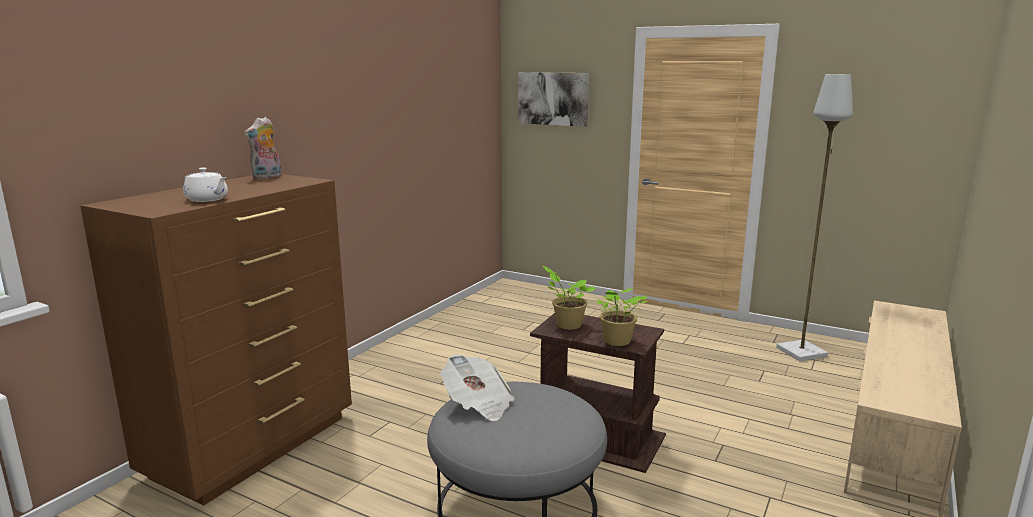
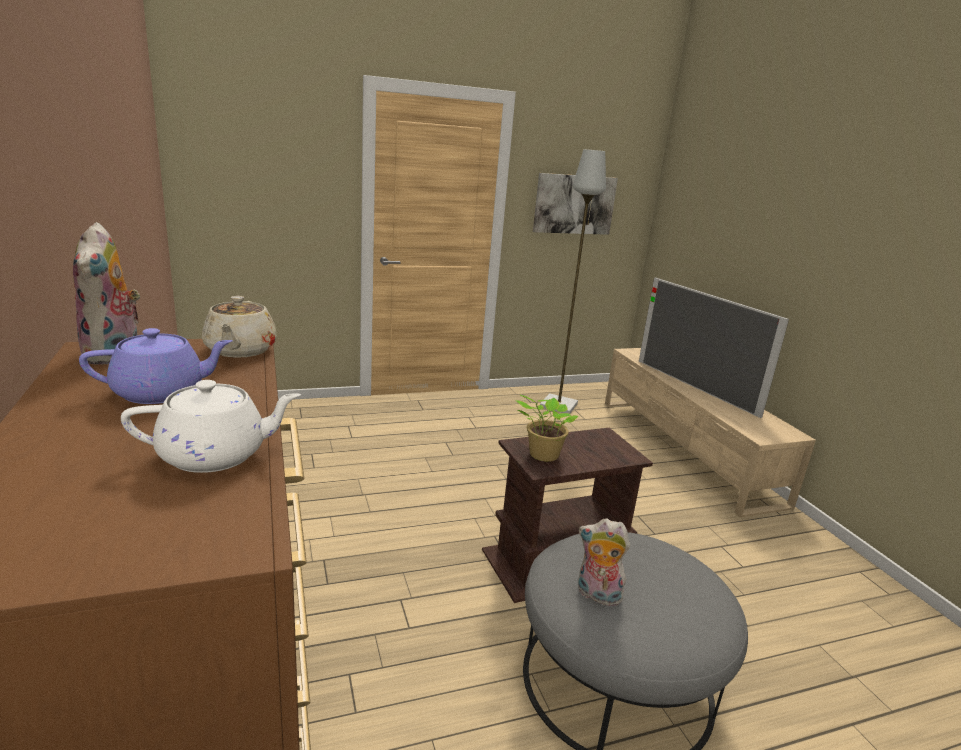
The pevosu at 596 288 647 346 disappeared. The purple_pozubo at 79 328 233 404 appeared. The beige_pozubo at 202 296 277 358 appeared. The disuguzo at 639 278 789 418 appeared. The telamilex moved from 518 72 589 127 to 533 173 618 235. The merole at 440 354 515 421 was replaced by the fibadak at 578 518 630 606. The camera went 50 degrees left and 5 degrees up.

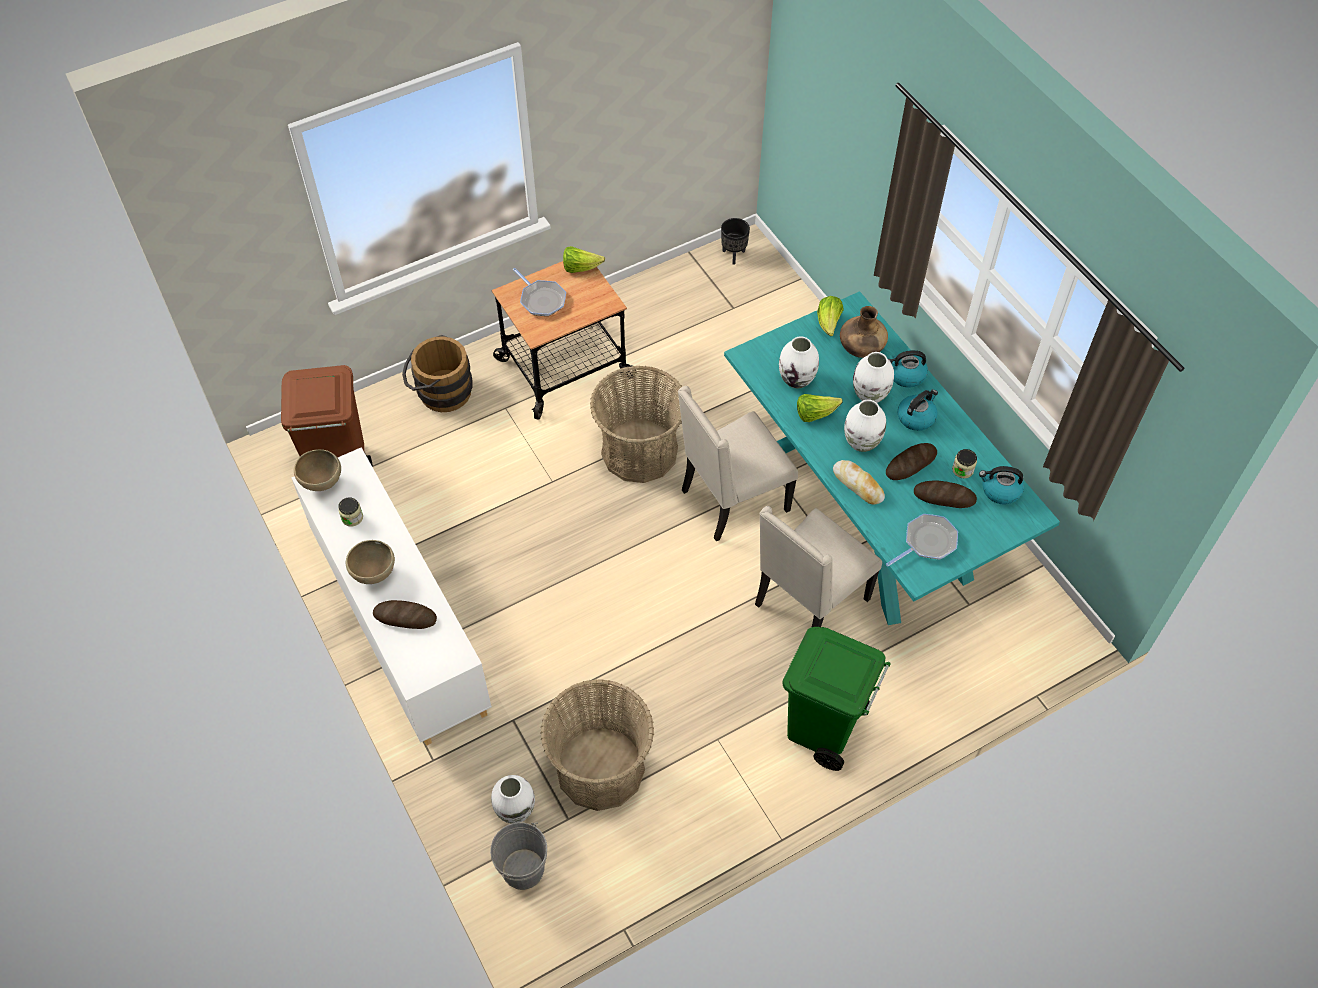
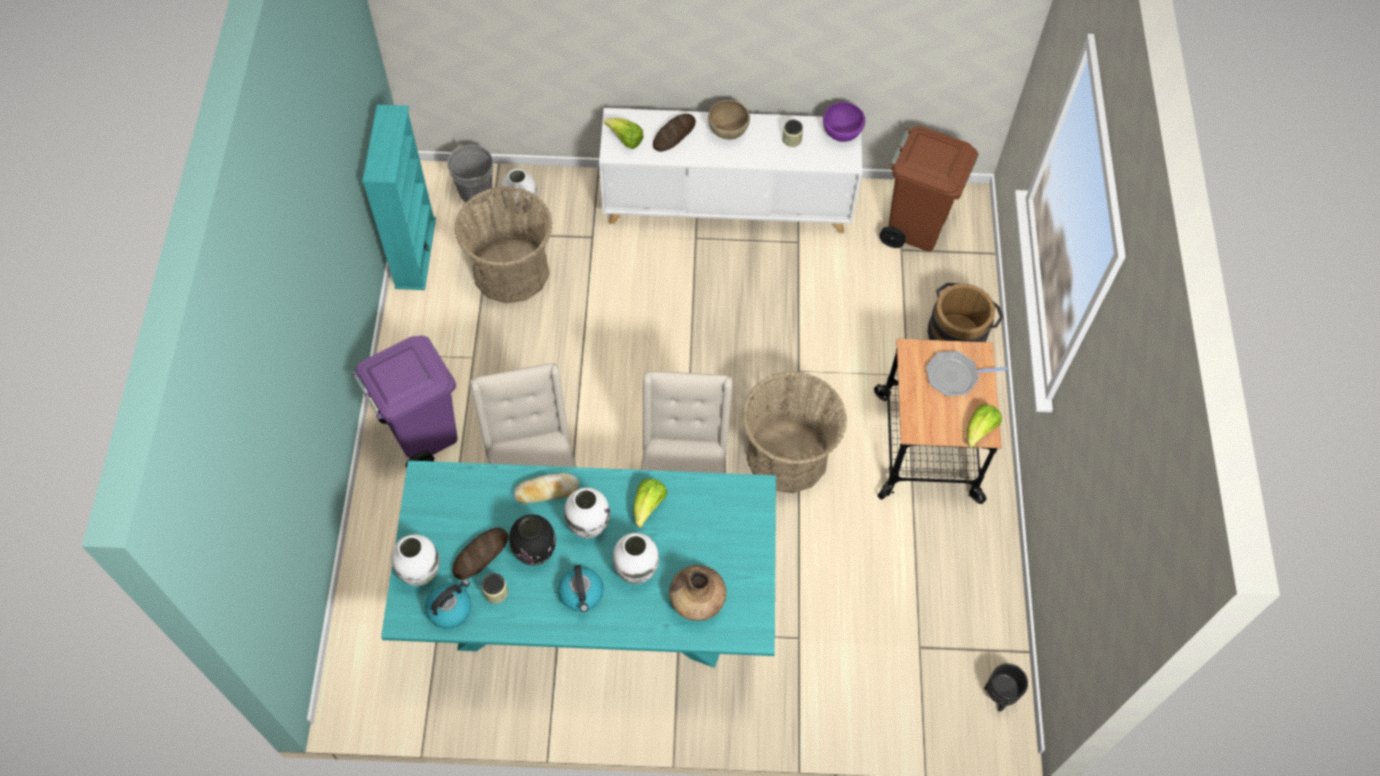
The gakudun at 886 514 958 566 disappeared. The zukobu at 888 350 928 388 disappeared. The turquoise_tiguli at 362 105 436 290 appeared. The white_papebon moved from 779 336 819 388 to 391 534 440 586. The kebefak moved from 817 296 844 336 to 604 118 643 149. The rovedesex at 886 443 937 480 was replaced by the black_papebon at 509 514 556 566. The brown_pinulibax at 294 449 341 491 became the purple_pinulibax at 823 102 865 142. The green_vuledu at 783 627 891 771 became the purple_vuledu at 352 335 458 468. The camera went 120 degrees right and 5 degrees up.

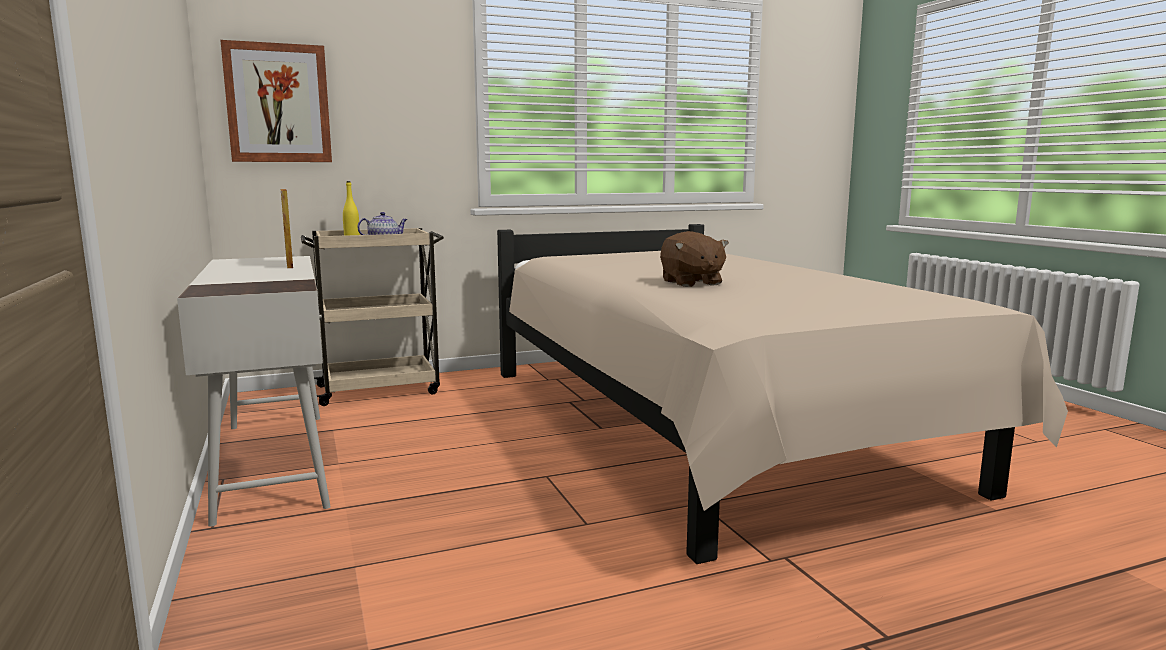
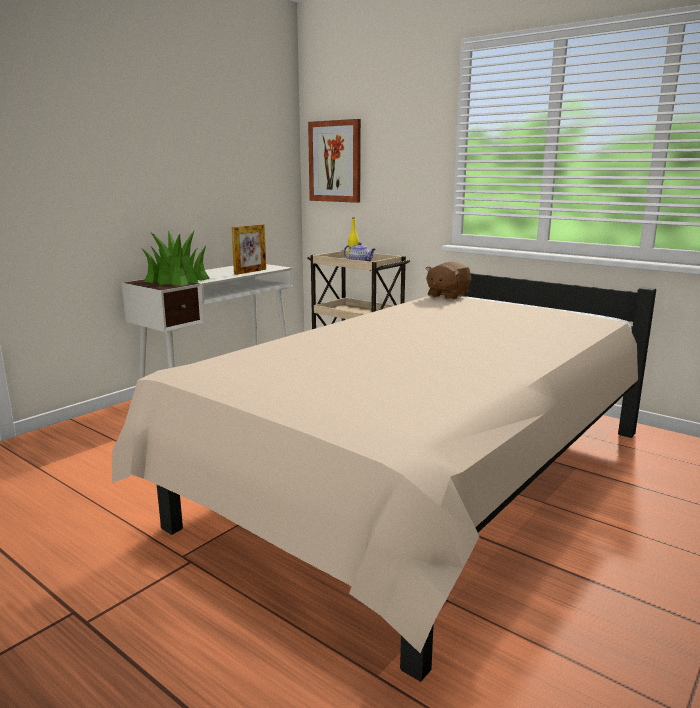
The pevosu at 142 230 210 286 appeared. The brown_fibadak moved from 660 231 729 287 to 425 261 471 300. The camera went 60 degrees right and 5 degrees up.

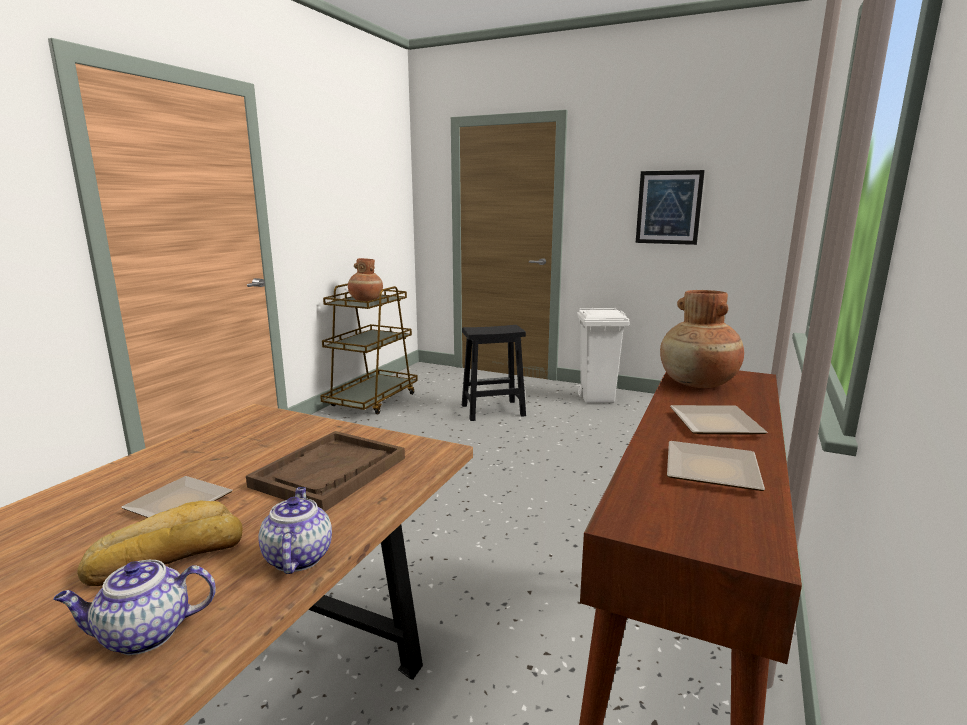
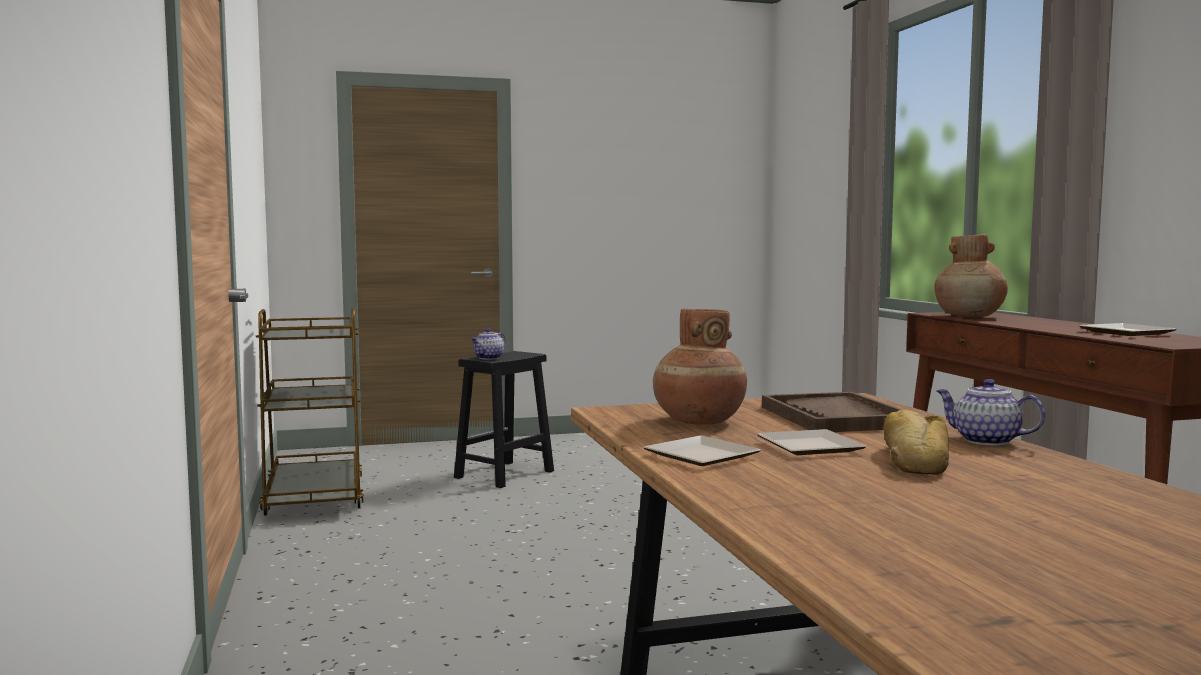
The white_vuledu at 577 308 630 403 disappeared. The telamilex at 636 170 705 245 disappeared. The pozubo moved from 53 560 216 655 to 471 328 505 359. The brown_papebon moved from 348 258 383 301 to 653 308 747 425. The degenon moved from 670 405 767 435 to 643 435 761 466. The camera went 40 degrees left and 10 degrees down.

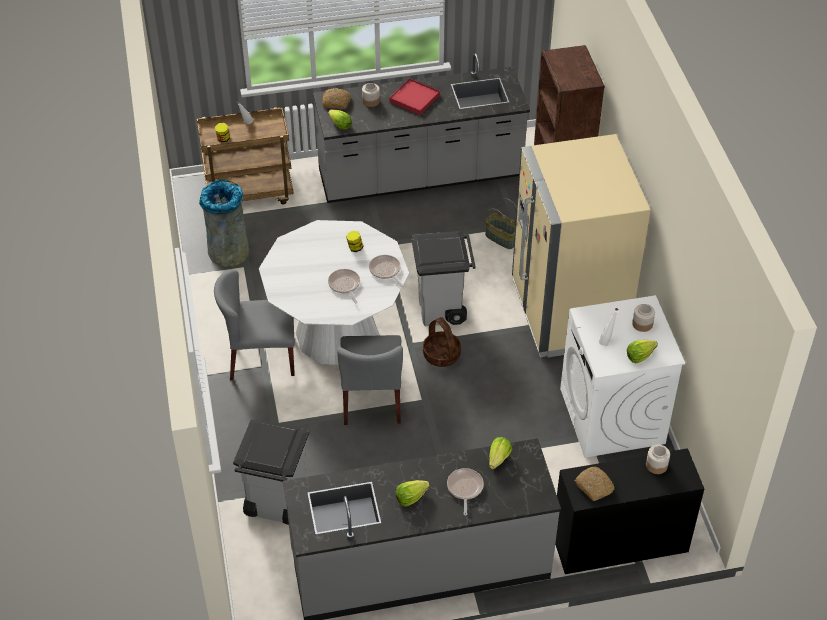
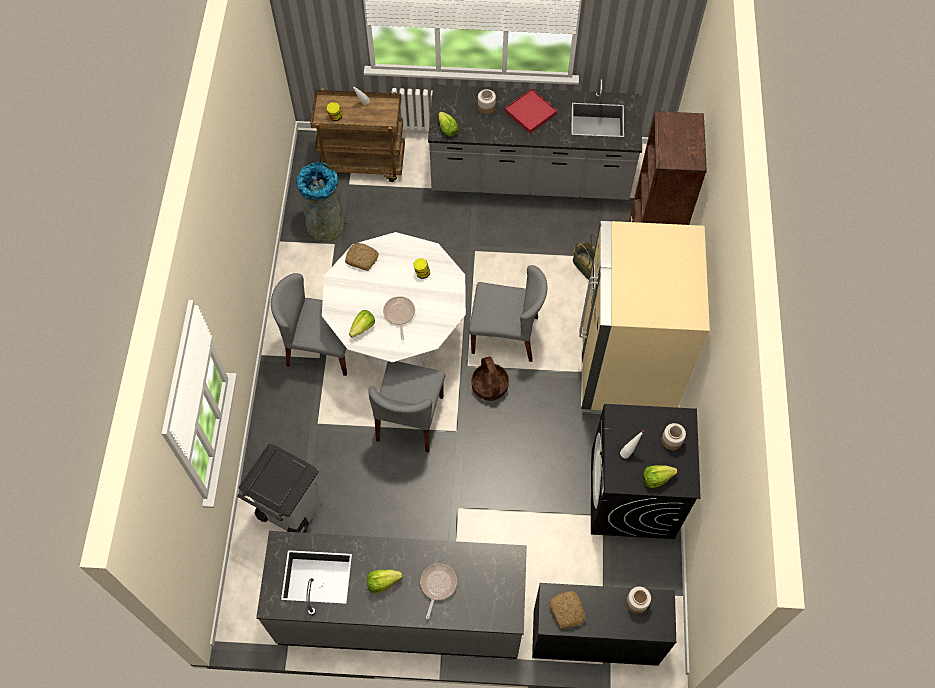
The gakudun at 369 255 403 287 disappeared. The rovedesex moved from 322 88 351 109 to 345 243 379 271. The kebefak moved from 489 437 512 470 to 349 310 375 338. The grey_vuledu at 412 231 476 326 was replaced by the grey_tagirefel at 469 265 547 362. The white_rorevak at 560 295 685 458 became the black_rorevak at 591 404 701 539. The camera went 15 degrees right and 15 degrees up.

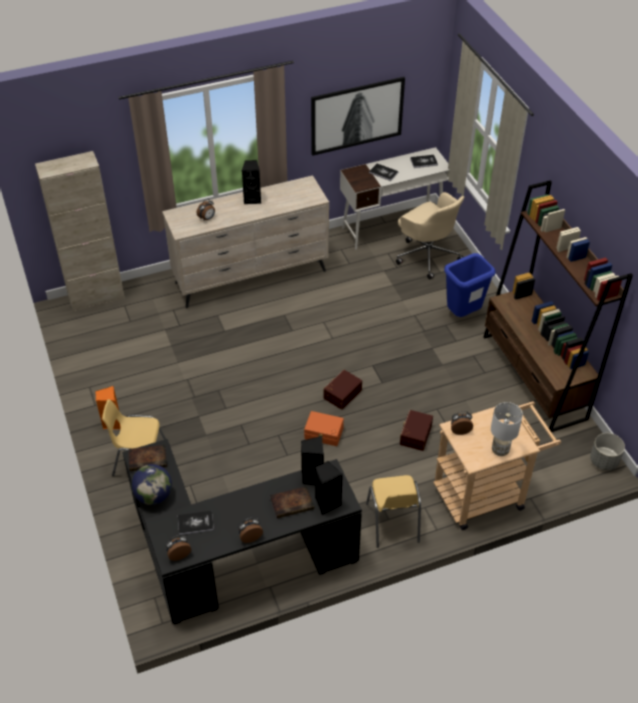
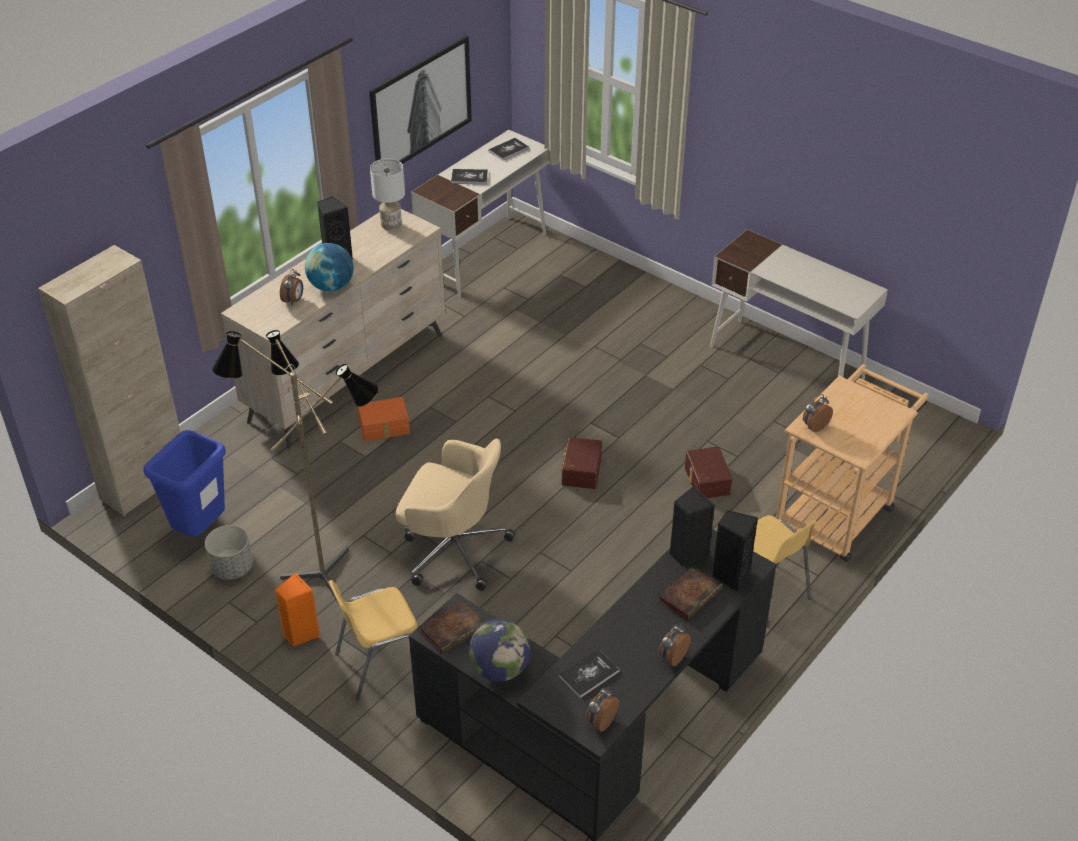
The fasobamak at 212 330 378 602 appeared. The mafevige at 305 243 354 292 appeared. The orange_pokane moved from 304 411 344 446 to 358 397 410 441. The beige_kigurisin moved from 396 192 464 279 to 396 439 515 591. The blue_vuledu moved from 444 253 496 317 to 143 430 226 537. The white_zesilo moved from 491 402 523 456 to 370 158 405 231. The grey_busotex moved from 590 433 625 470 to 205 525 253 580. The brown_tiguli at 484 180 633 432 was replaced by the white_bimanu at 710 229 888 380. The camera went 30 degrees left and 5 degrees down.

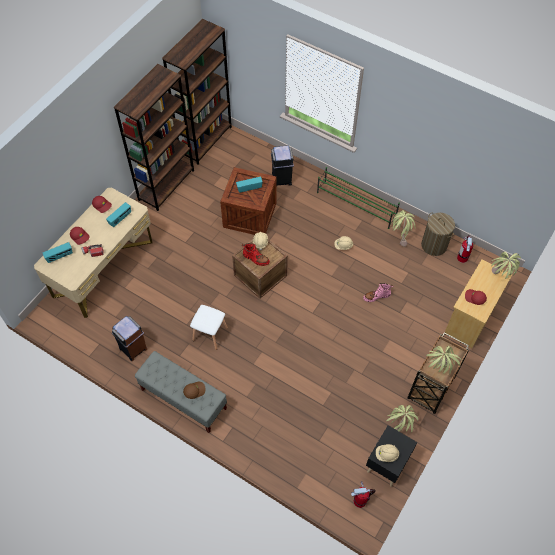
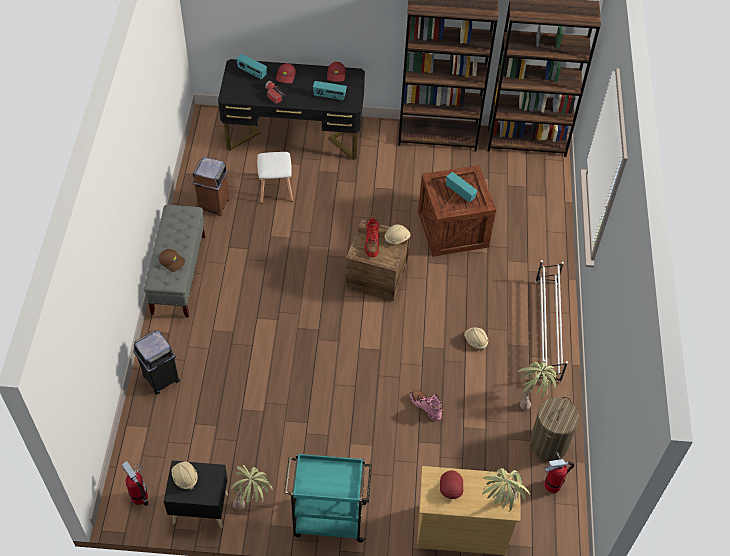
The pevosu at 426 346 462 375 disappeared. The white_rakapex moved from 190 305 228 350 to 257 152 293 203. The black_vuledu moved from 271 146 294 187 to 133 330 180 395. The beige_bimanu at 34 187 153 318 became the black_bimanu at 218 59 365 160. The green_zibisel at 317 167 400 229 became the white_zibisel at 535 260 568 383. The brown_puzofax at 407 332 470 414 became the turquoise_puzofax at 284 453 372 542. The camera went 60 degrees right and 5 degrees down.

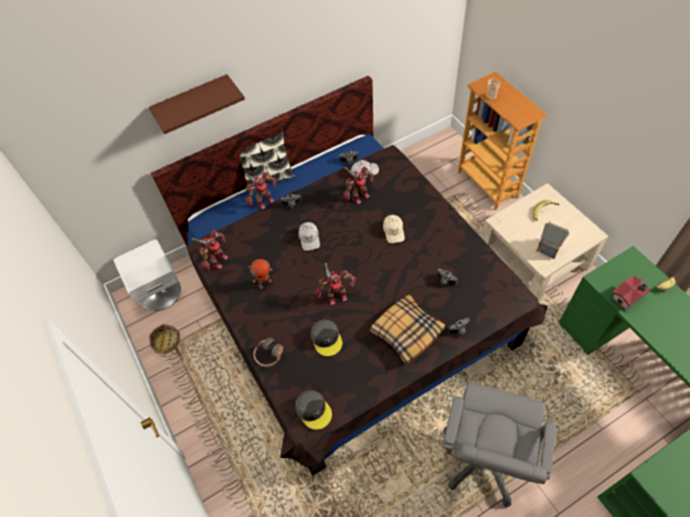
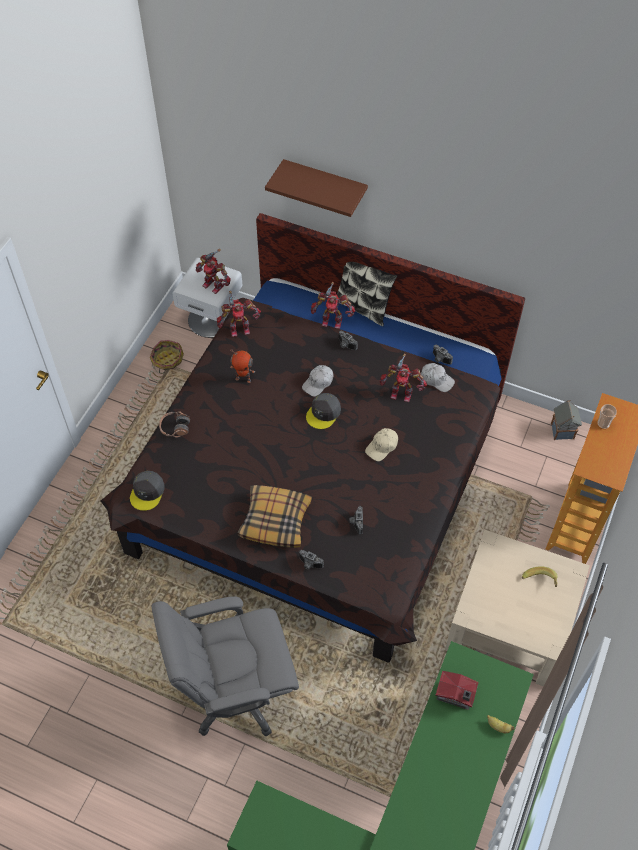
The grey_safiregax moved from 311 319 342 356 to 306 393 341 429. The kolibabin moved from 315 263 357 305 to 196 249 231 294. The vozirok moved from 537 222 569 259 to 551 400 582 440. The camera went 50 degrees right and 0 degrees up.

